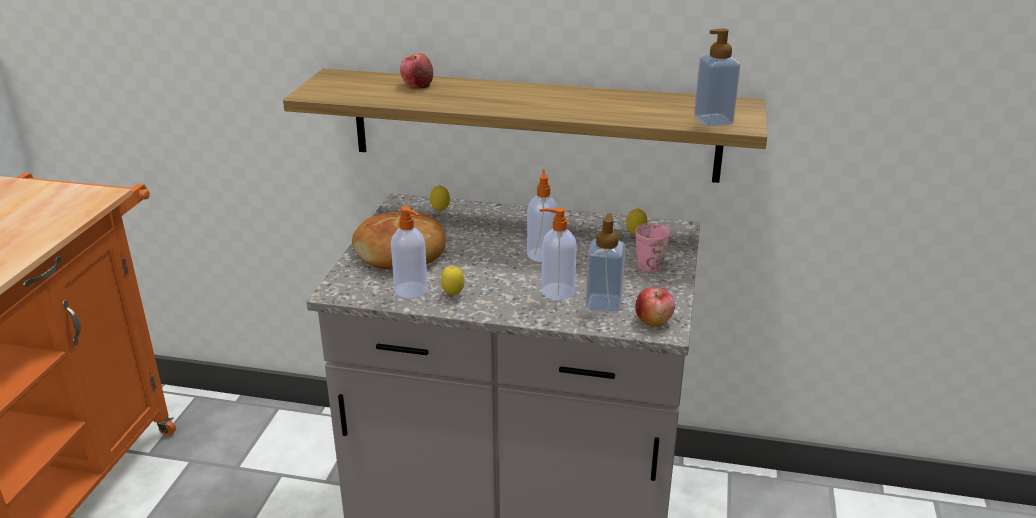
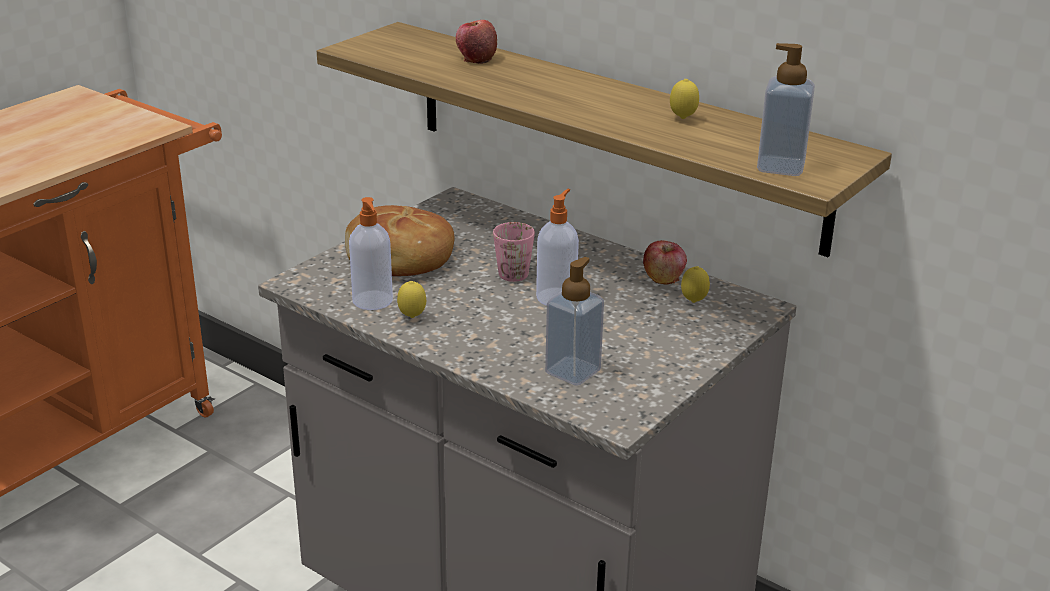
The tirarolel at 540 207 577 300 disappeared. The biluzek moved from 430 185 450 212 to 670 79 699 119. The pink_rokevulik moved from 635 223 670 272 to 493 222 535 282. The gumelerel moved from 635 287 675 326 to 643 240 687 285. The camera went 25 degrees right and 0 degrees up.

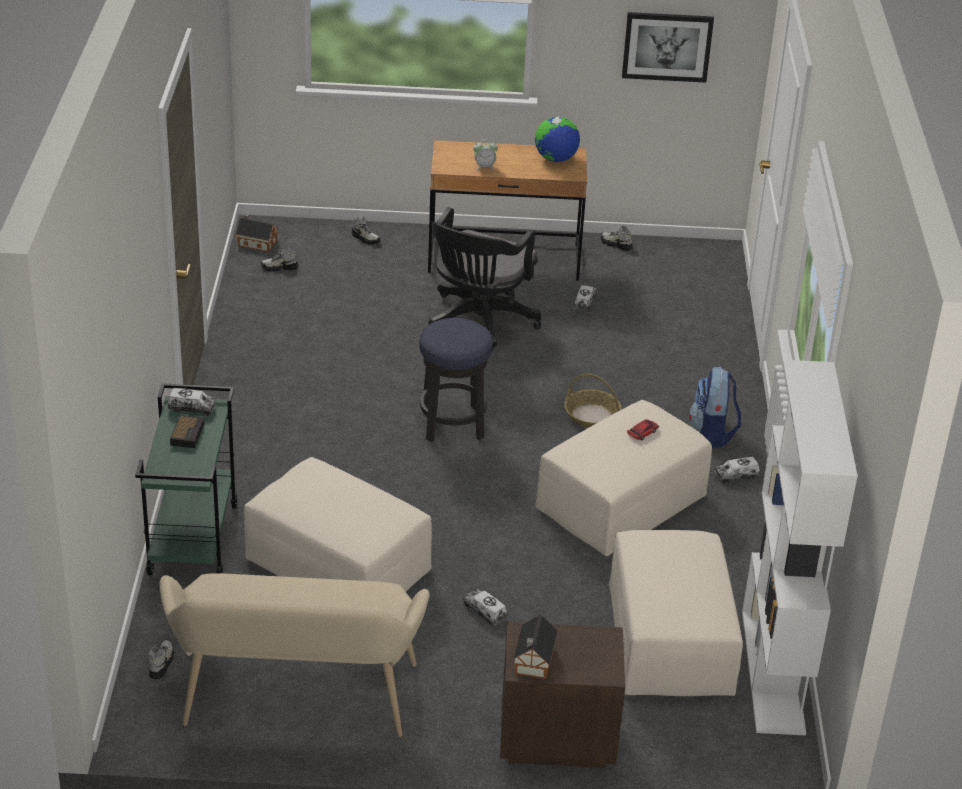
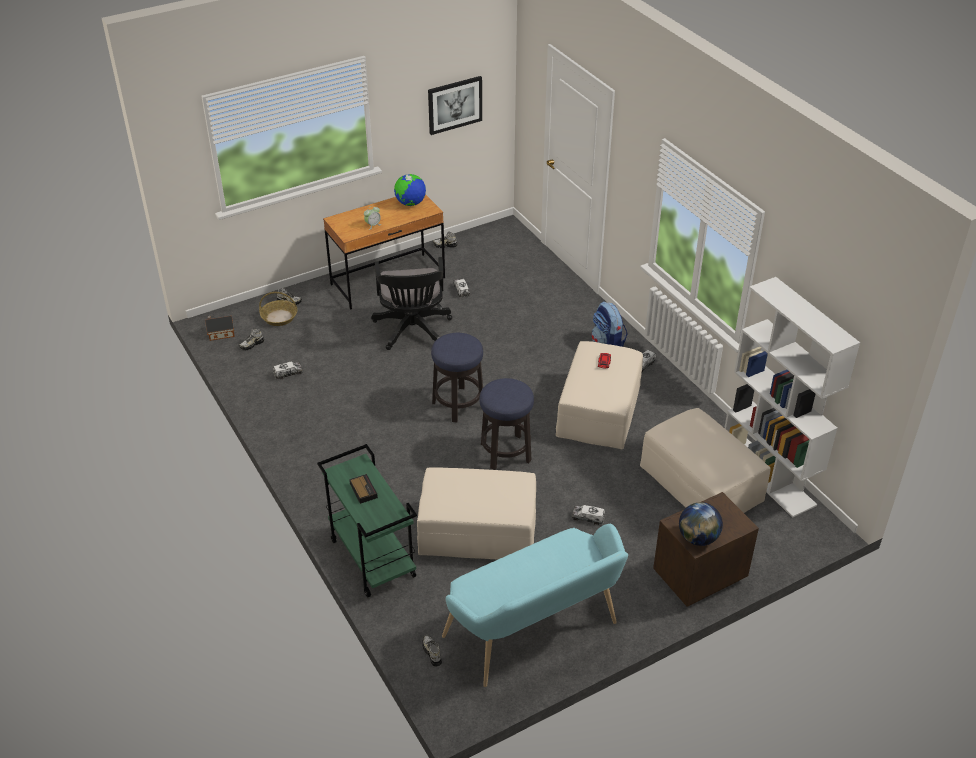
The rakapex at 479 378 534 470 appeared. The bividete moved from 168 388 216 416 to 273 361 303 379. The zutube moved from 564 374 621 428 to 259 292 297 326. The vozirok at 513 615 558 679 was replaced by the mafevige at 679 502 723 546. The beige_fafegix at 159 573 430 737 became the turquoise_fafegix at 442 524 628 687. The camera went 30 degrees left and 5 degrees up.

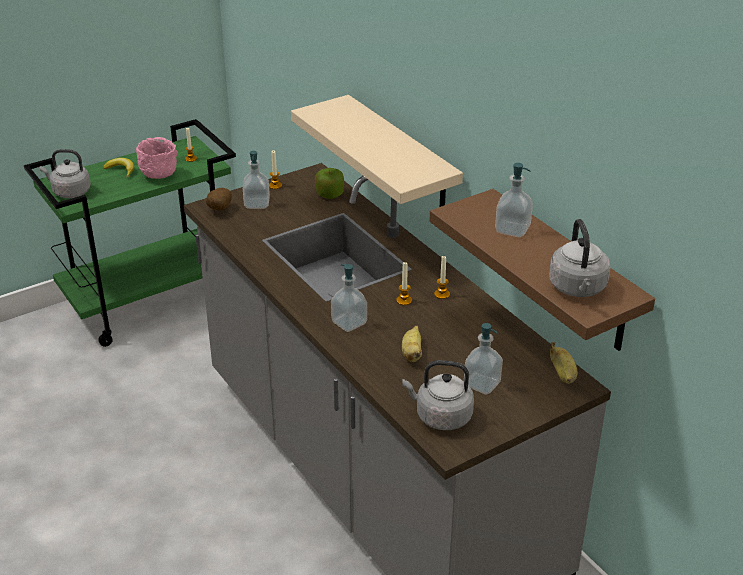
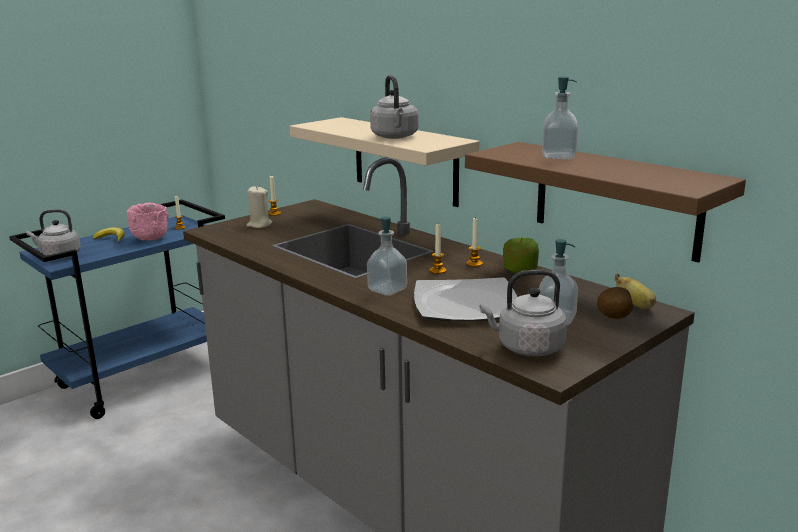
The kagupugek moved from 206 188 232 211 to 597 287 633 319. The gumelerel moved from 315 168 344 199 to 503 238 539 274. The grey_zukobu moved from 549 219 611 297 to 370 75 419 139. The tirarolel at 243 151 270 209 was replaced by the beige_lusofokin at 246 186 272 228. The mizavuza at 402 326 422 362 was replaced by the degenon at 414 277 518 322. The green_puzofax at 24 119 236 347 became the blue_puzofax at 9 200 225 419. The camera went 10 degrees left and 15 degrees down.

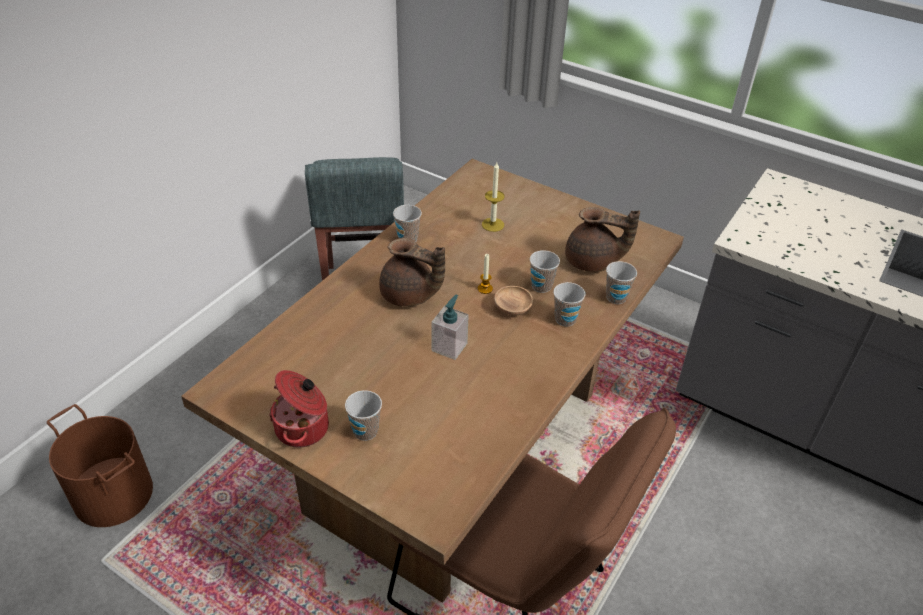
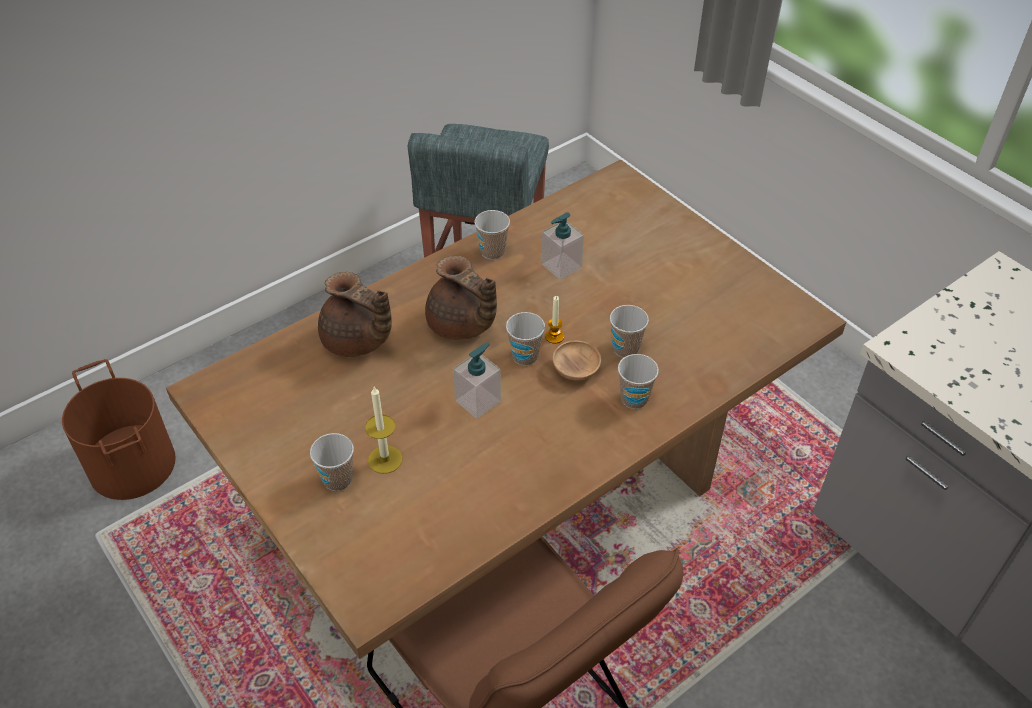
The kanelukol at 269 370 329 447 disappeared. The tirarolel at 541 212 584 280 appeared. The lusofokin moved from 482 162 505 232 to 365 387 402 474. The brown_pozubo moved from 565 207 640 272 to 318 272 392 357. The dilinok moved from 606 261 637 304 to 506 312 545 366. The camera went 20 degrees right and 5 degrees up.

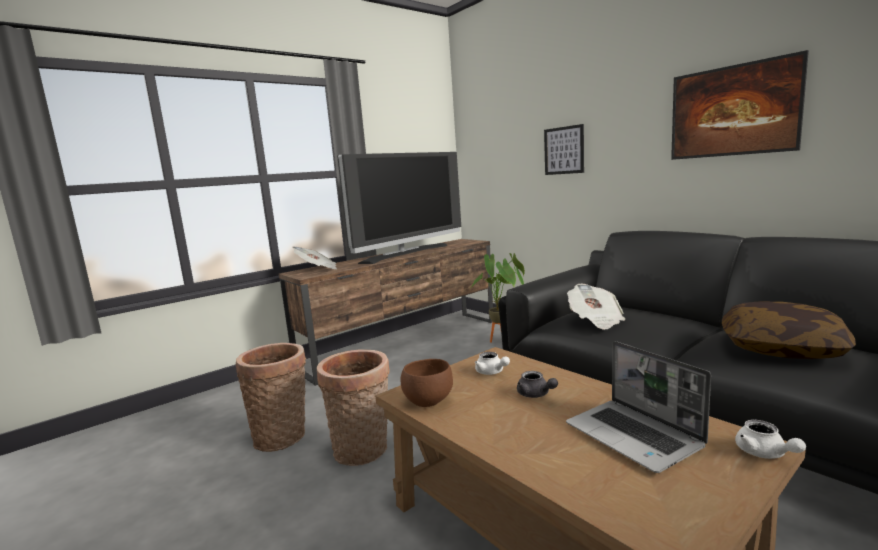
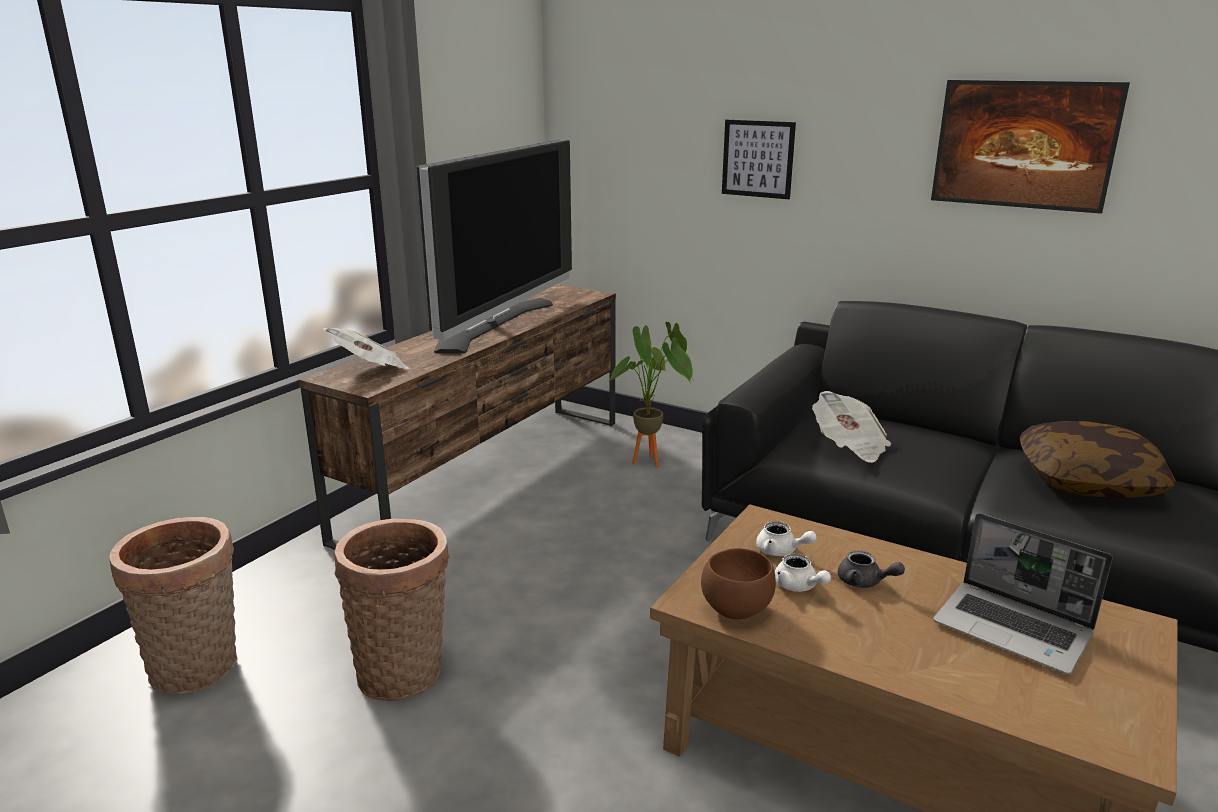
The zutube moved from 317 350 390 466 to 109 517 237 694. The white_pozubo moved from 735 420 806 459 to 775 554 831 592. The camera went 20 degrees left and 10 degrees up.

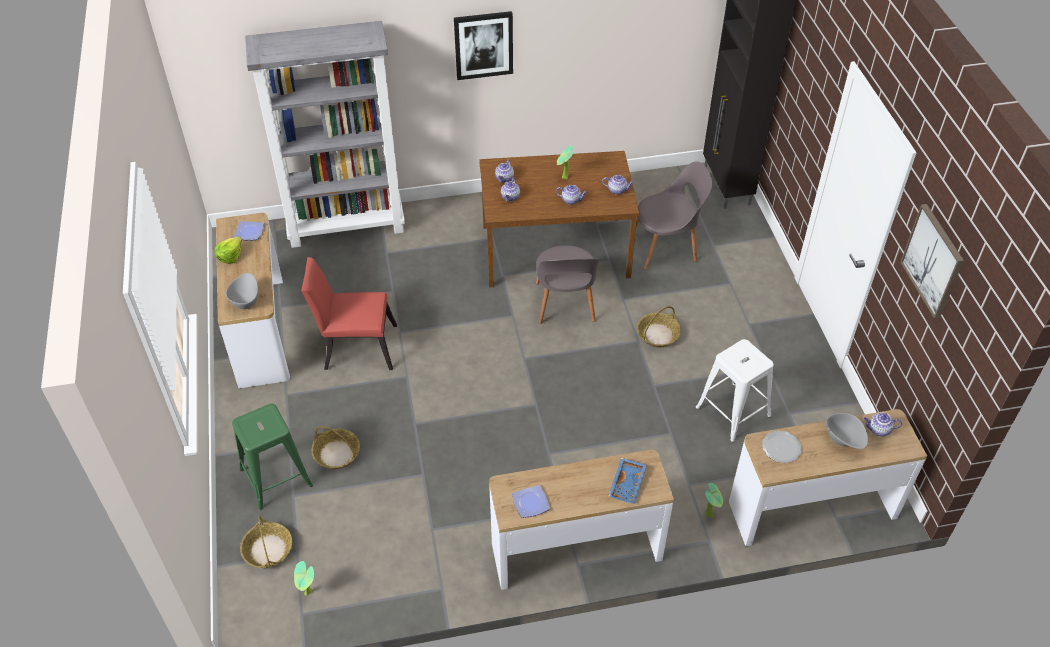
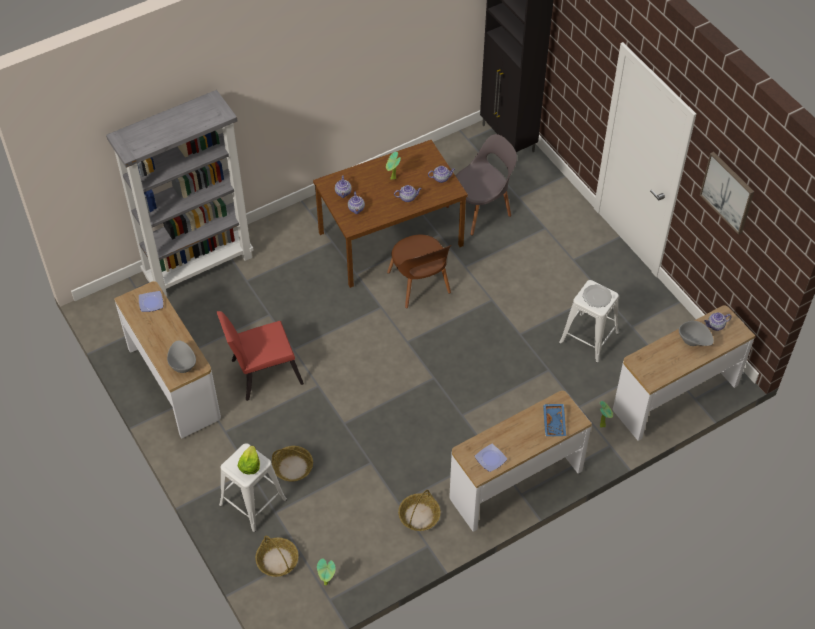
The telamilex at 454 11 513 80 disappeared. The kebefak moved from 215 237 242 264 to 238 446 260 475. The zutube moved from 637 306 681 347 to 398 490 441 531. The degenon moved from 762 431 802 463 to 583 284 612 308. The green_rakapex at 232 404 313 510 became the white_rakapex at 219 443 287 532. The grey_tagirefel at 536 245 599 324 became the brown_tagirefel at 387 235 451 308. The camera went 20 degrees left and 5 degrees up.

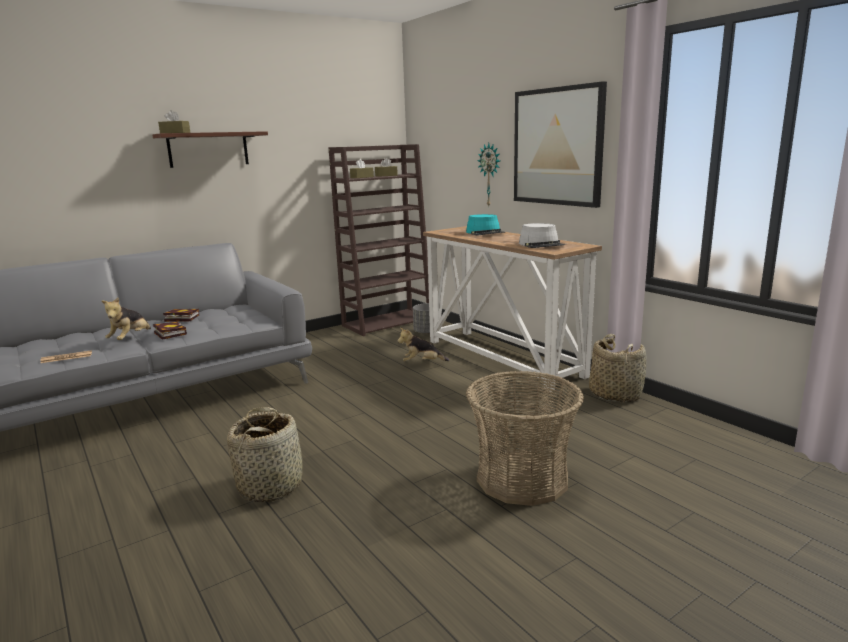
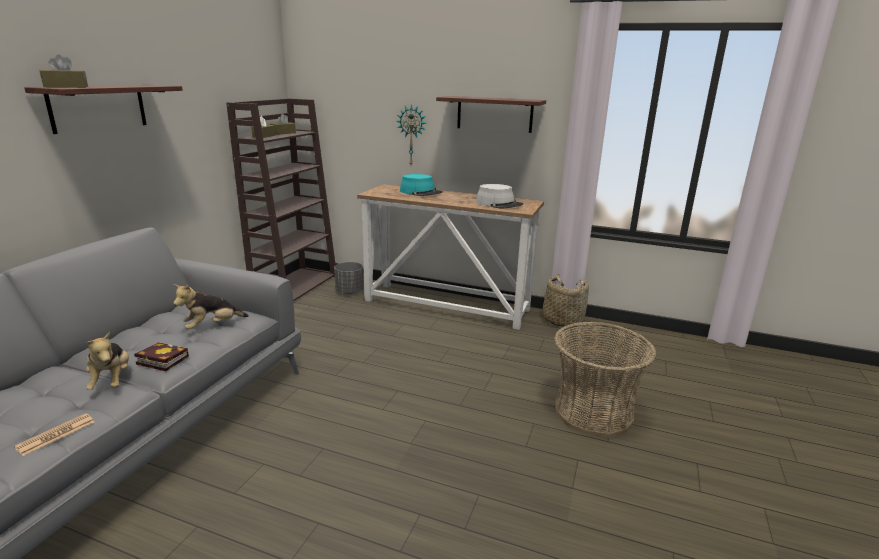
The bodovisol at 163 309 199 322 disappeared. The zutube at 227 407 302 502 disappeared. The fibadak moved from 397 328 449 361 to 173 284 249 329. The telamilex at 514 81 607 208 was replaced by the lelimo at 436 96 546 133. The camera went 35 degrees left and 5 degrees up.

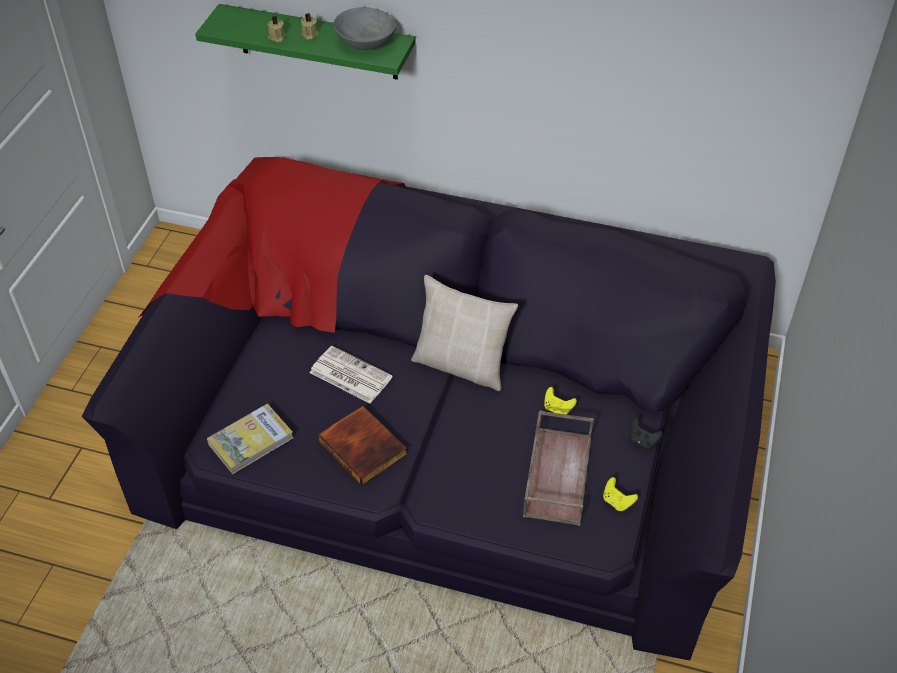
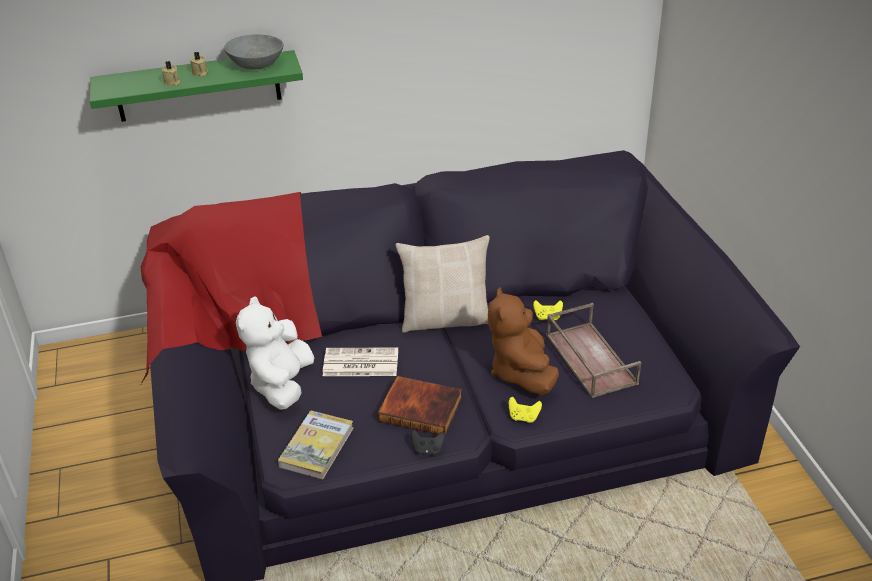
The white_fibadak at 236 297 314 410 appeared. The brown_fibadak at 488 287 559 395 appeared. The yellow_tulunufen moved from 603 477 638 511 to 509 397 542 423. The black_tulunufen moved from 629 418 663 449 to 411 430 446 455. The camera went 30 degrees left and 10 degrees down.

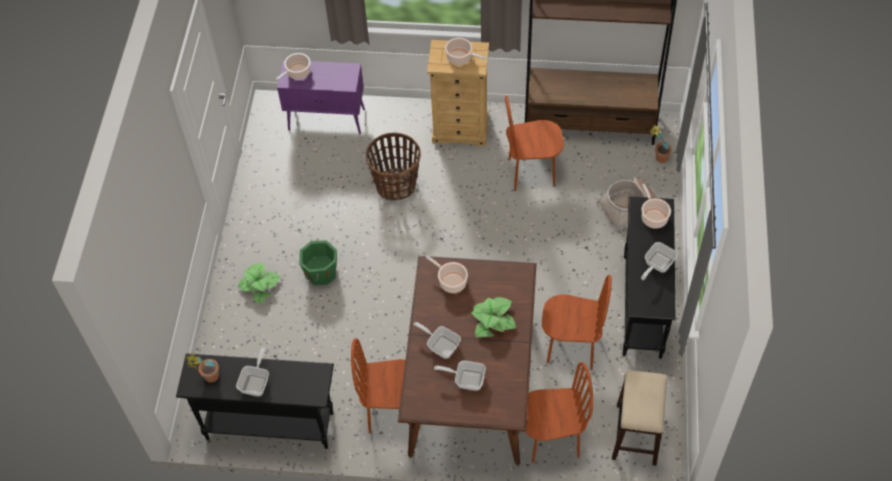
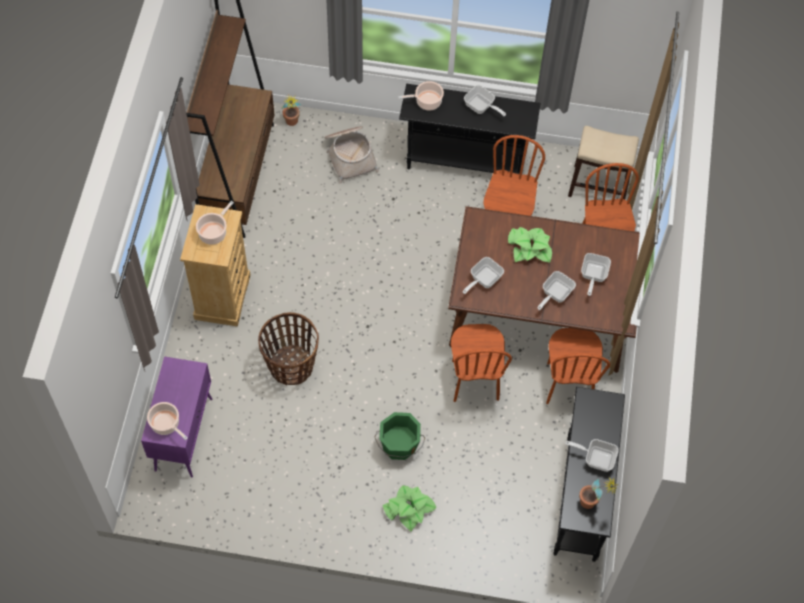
The brown_tagirefel moved from 505 96 564 191 to 451 324 512 402. The kanelukol at 426 256 468 293 was replaced by the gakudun at 463 257 504 294. The camera went 90 degrees left and 5 degrees up.

